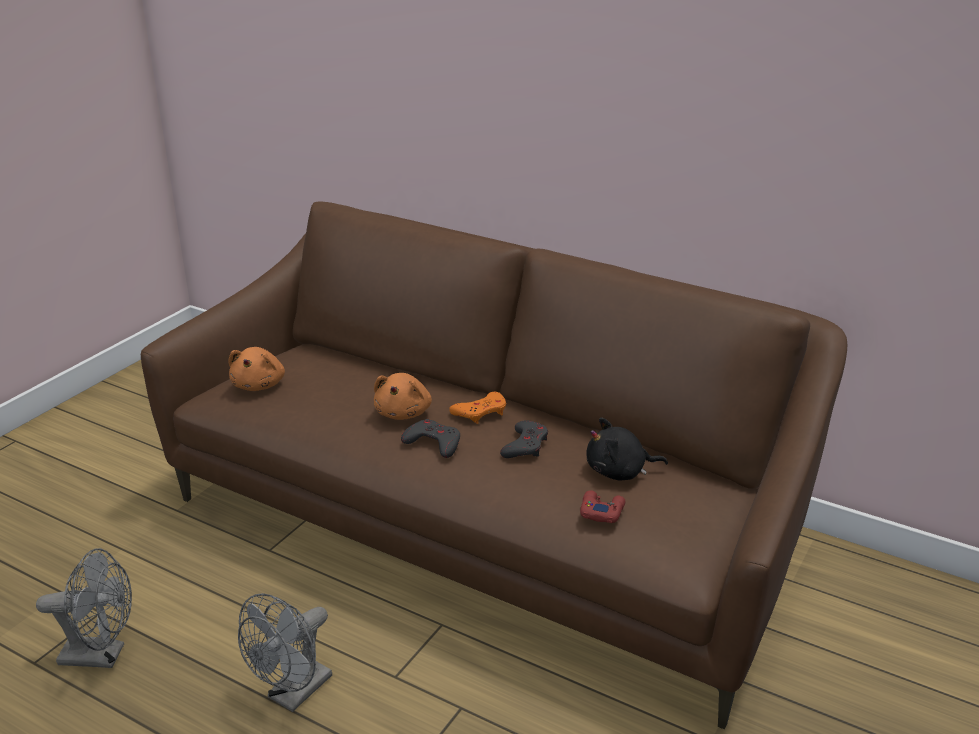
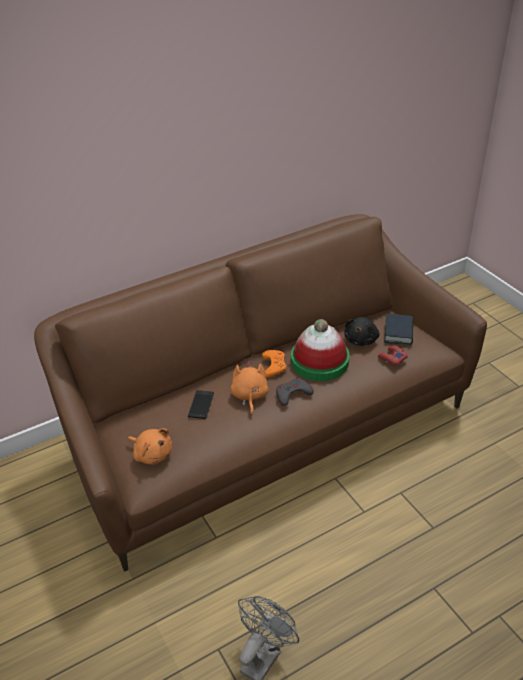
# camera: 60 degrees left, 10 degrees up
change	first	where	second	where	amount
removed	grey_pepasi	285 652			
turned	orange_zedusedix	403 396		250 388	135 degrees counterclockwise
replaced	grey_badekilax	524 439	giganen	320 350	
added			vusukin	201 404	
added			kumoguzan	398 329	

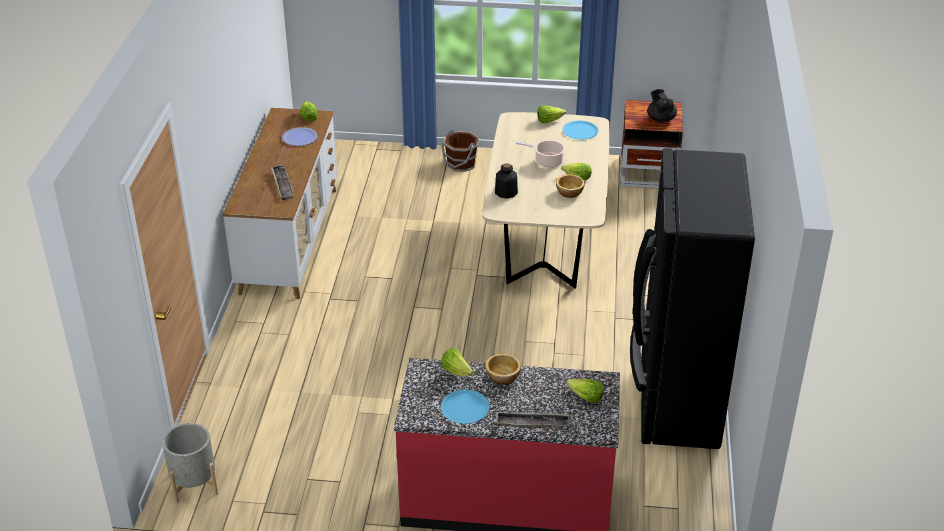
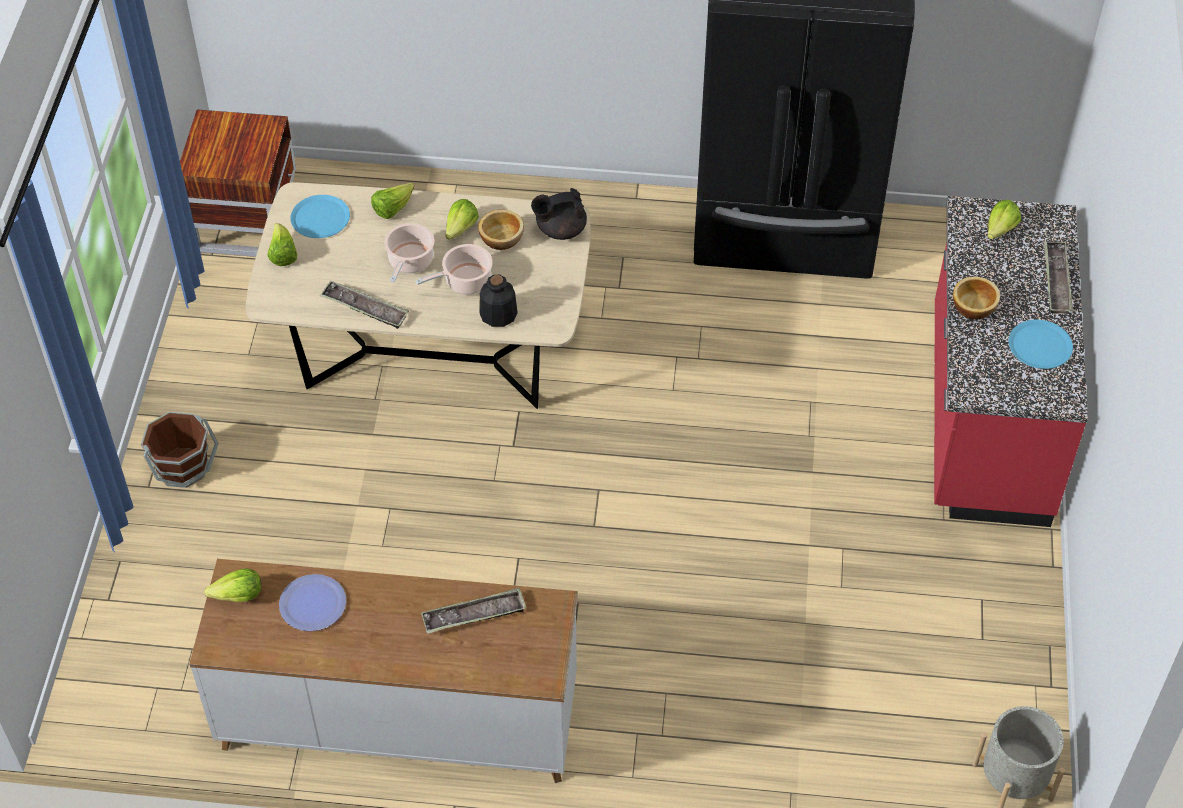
# camera: 90 degrees left, 15 degrees up
change	first	where	second	where	amount
moved	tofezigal	457 362		392 200	
moved	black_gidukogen	662 106		559 214	
added			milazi	364 304	
added			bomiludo	454 269	

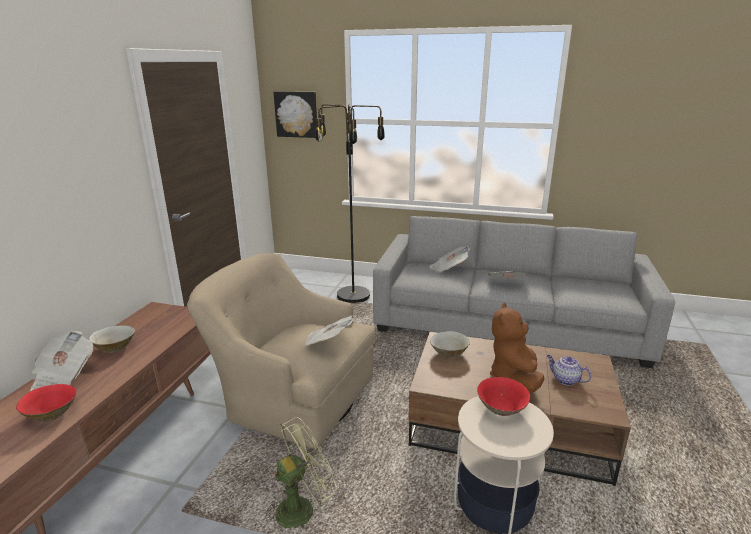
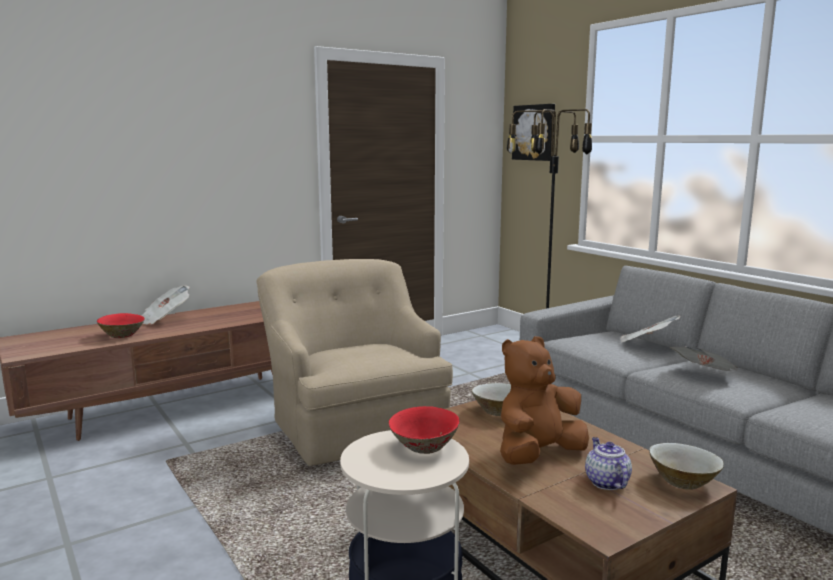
# camera: 40 degrees right, 10 degrees down
change	first	where	second	where	amount
moved	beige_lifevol	112 339		686 466	
removed	green_pepasi	301 473			
removed	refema	328 331			

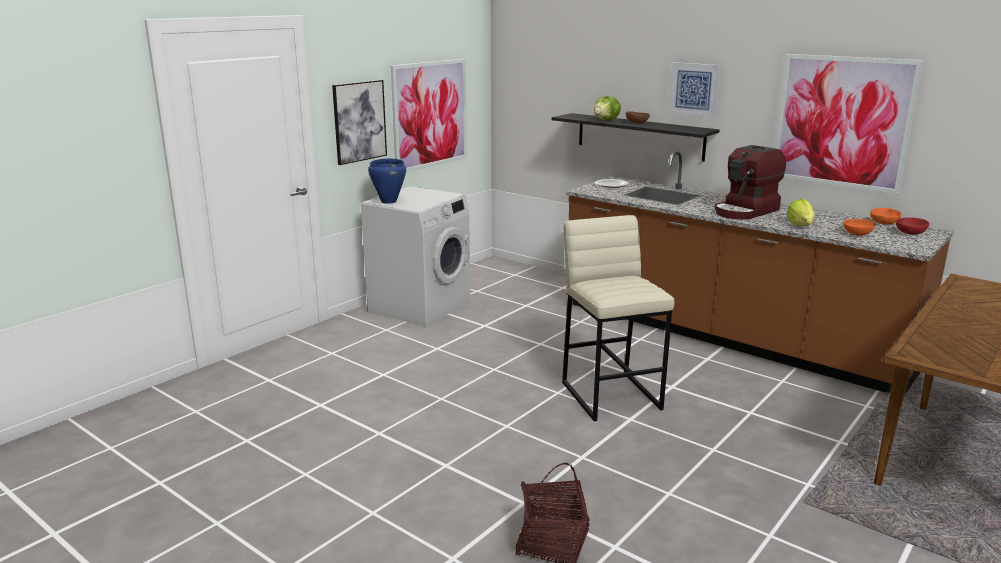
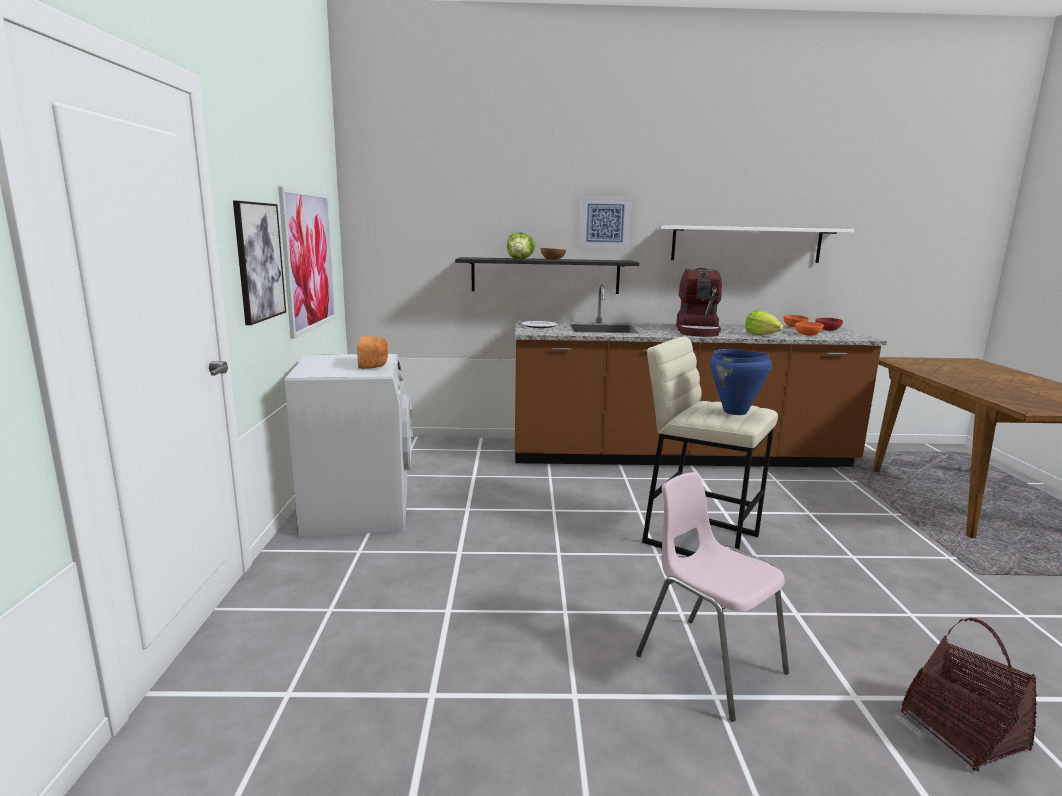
# camera: 40 degrees left, 5 degrees down
change	first	where	second	where	amount
moved	blue_bomiludo	387 181		741 382	
replaced	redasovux	849 124	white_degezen	757 244	
added			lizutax	372 352	
added			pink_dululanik	712 597	

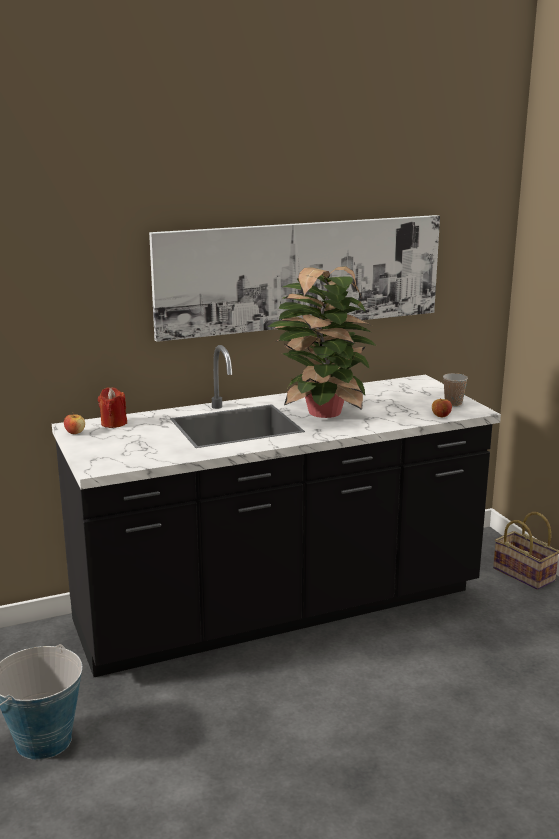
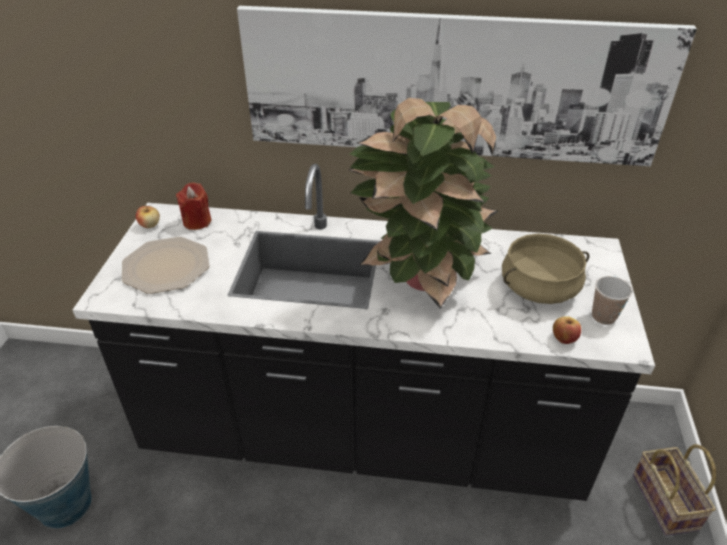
# camera: 30 degrees right, 20 degrees up
change	first	where	second	where	amount
added			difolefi	165 265	
added			beige_bomiludo	545 269	

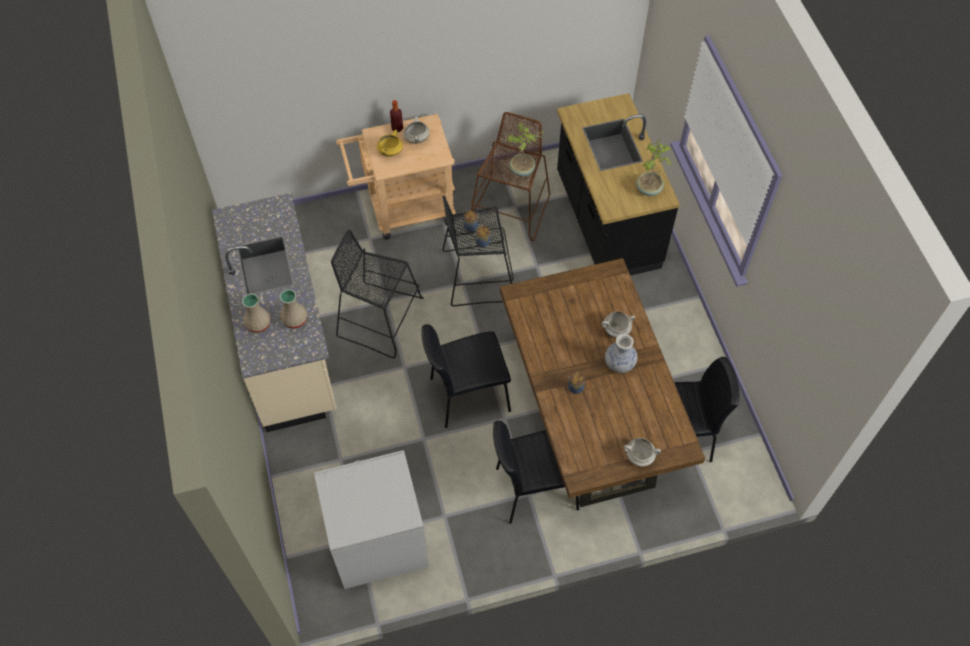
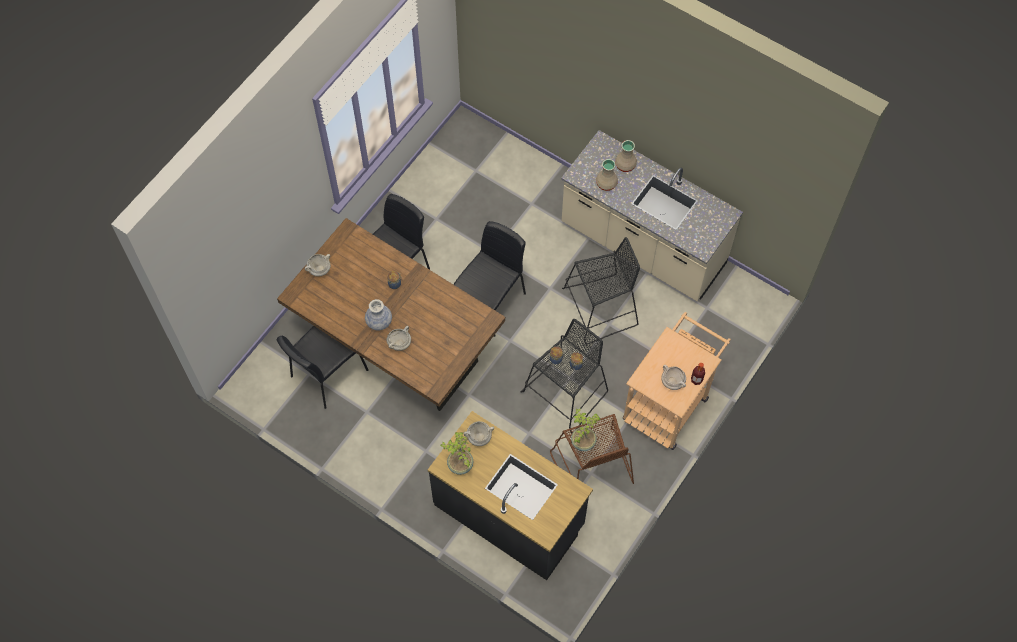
# camera: 140 degrees right, 5 degrees up
change	first	where	second	where	amount
removed	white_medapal	371 519			
removed	yellow_bomiludo	390 143			
added			white_bomiludo	479 433	

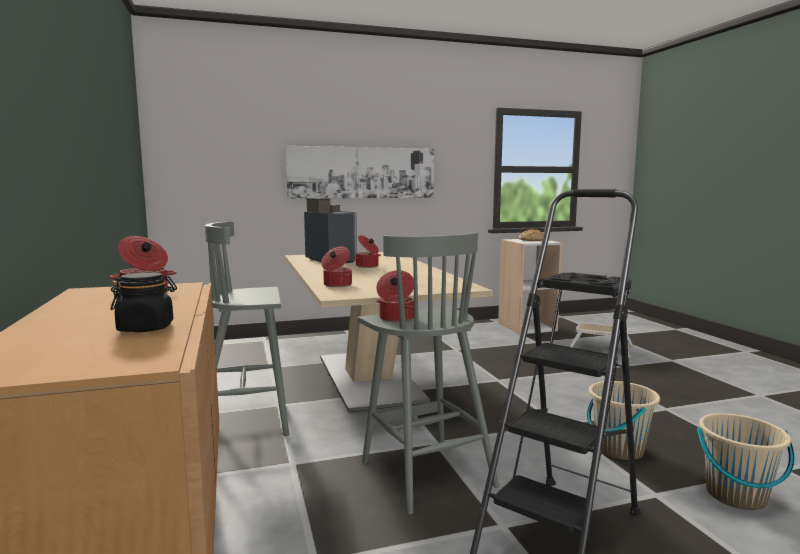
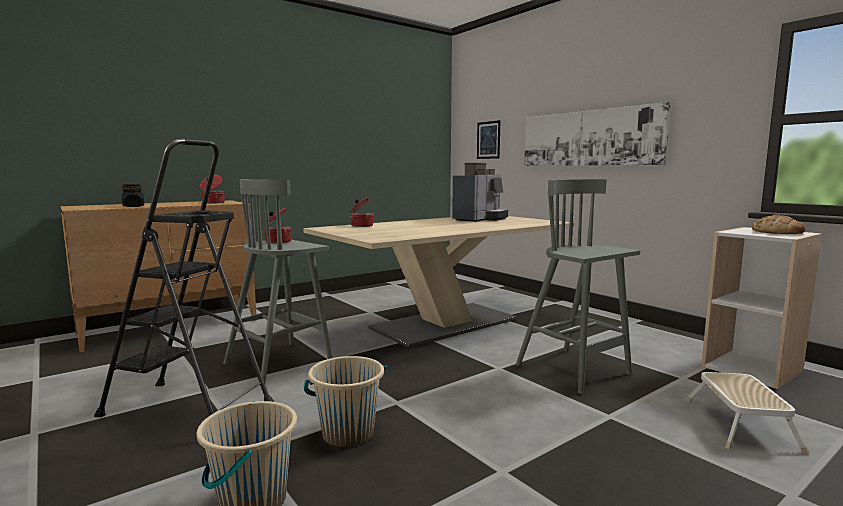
# camera: 70 degrees right, 0 degrees up
change	first	where	second	where	amount
moved	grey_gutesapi	247 329		578 286	
removed	bomiludo	367 251			
added			redasovux	489 139	

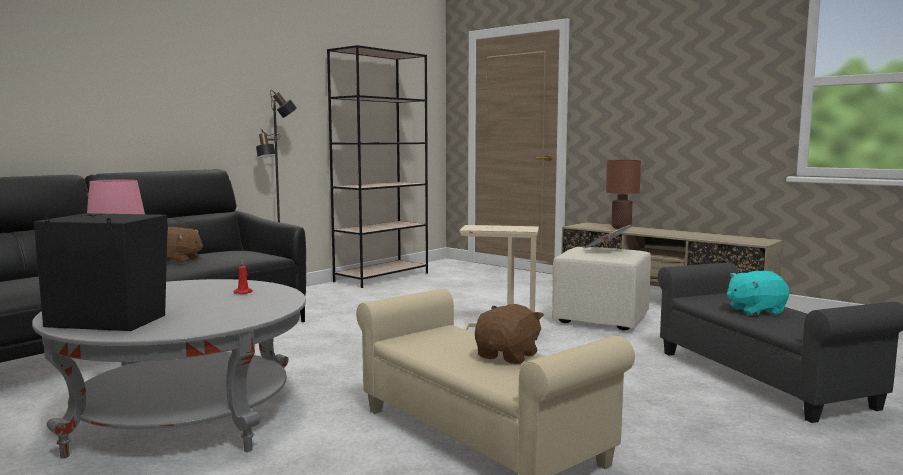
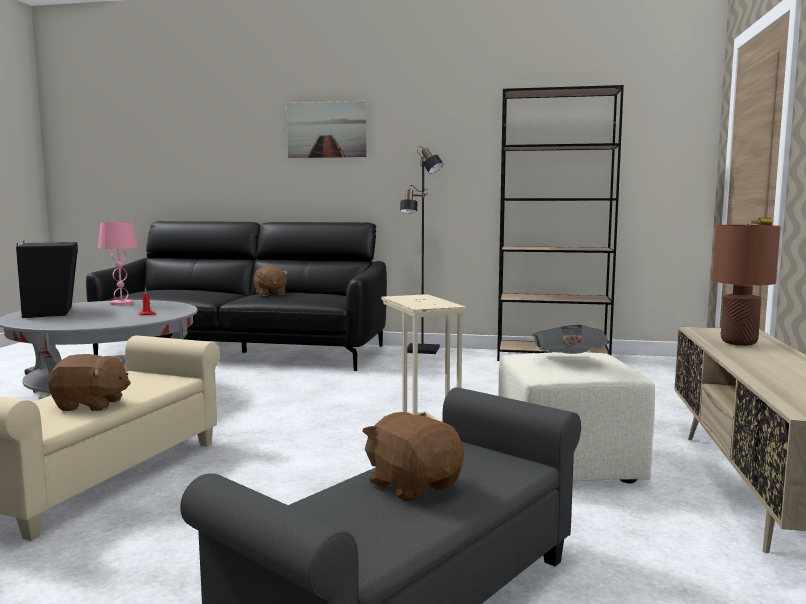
# camera: 60 degrees right, 0 degrees up
change	first	where	second	where	amount
recoloured	turquoise_zedusedix	758 293	brown_zedusedix	413 456	
added			redasovux	327 129	

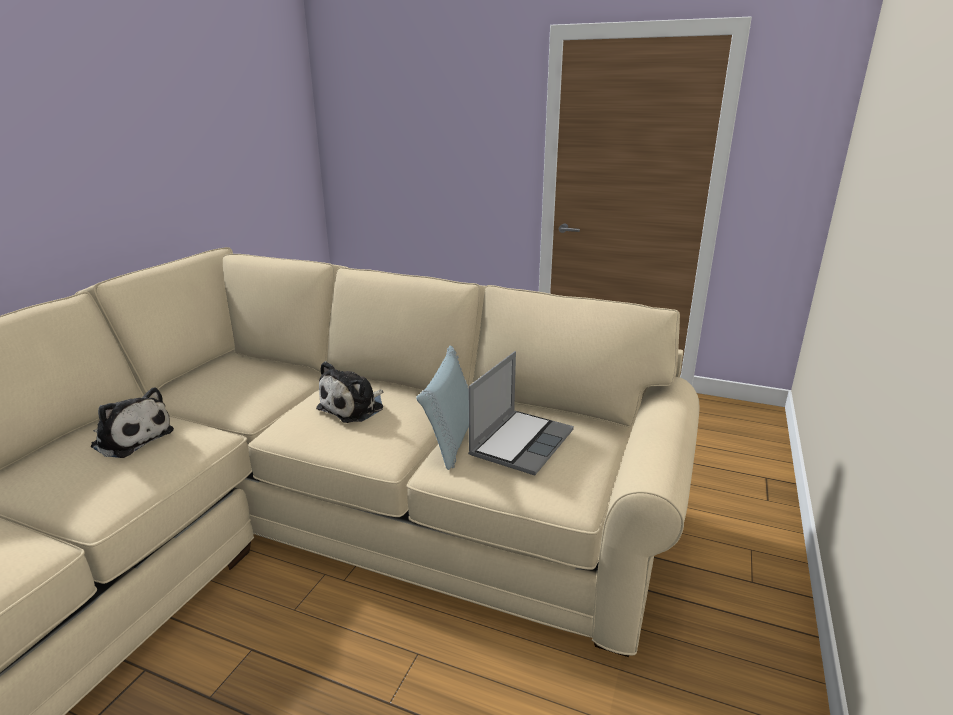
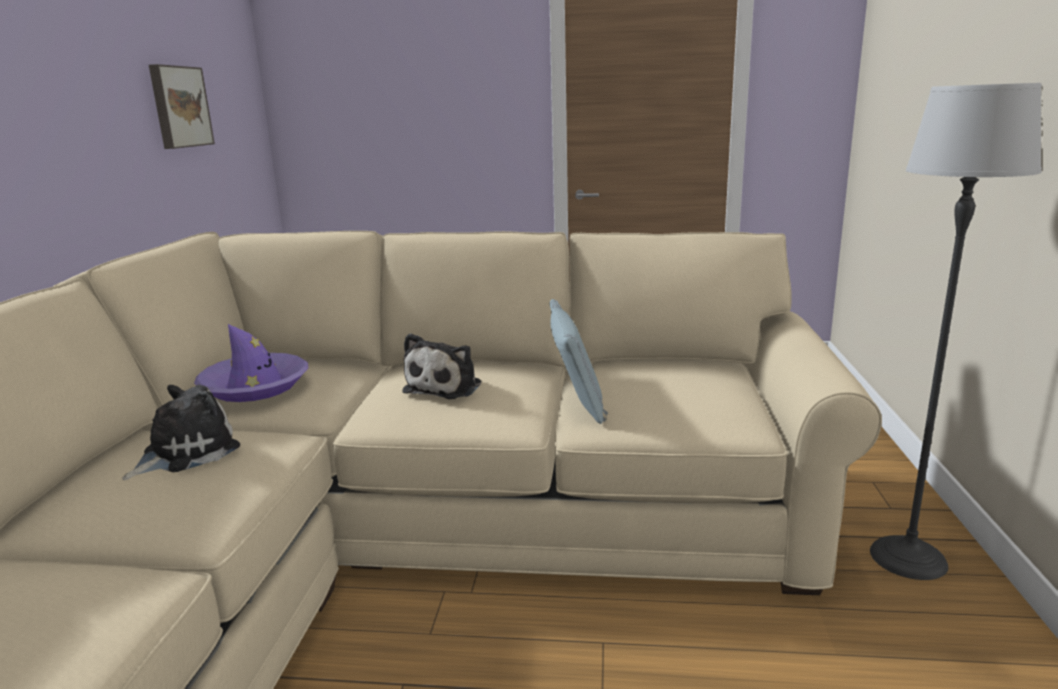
# camera: 15 degrees left, 5 degrees down
change	first	where	second	where	amount
turned	zedusedix	132 423		181 432	60 degrees counterclockwise
removed	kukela	521 413			
added			redasovux	182 106	
added			purple_giganen	251 363	
added			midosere	956 331	

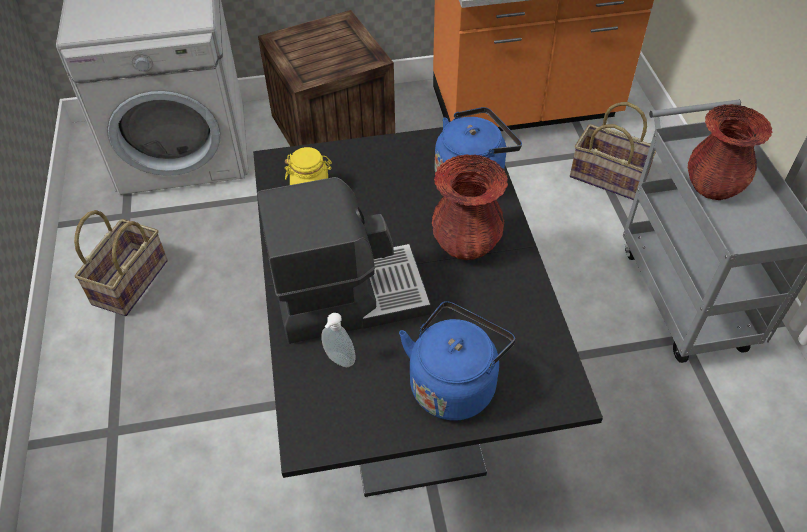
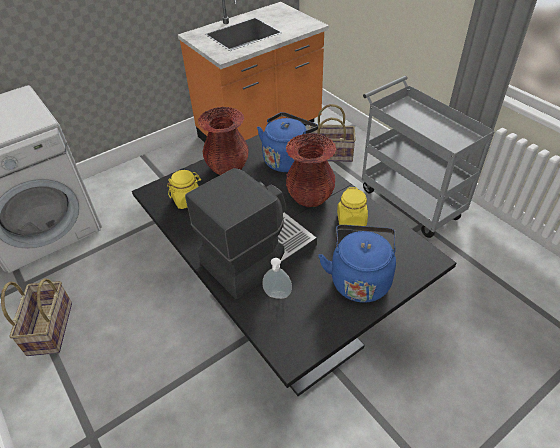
# camera: 25 degrees left, 5 degrees down
change	first	where	second	where	amount
removed	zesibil	326 78			
moved	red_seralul	729 152		223 141	
added			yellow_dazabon	352 206	

